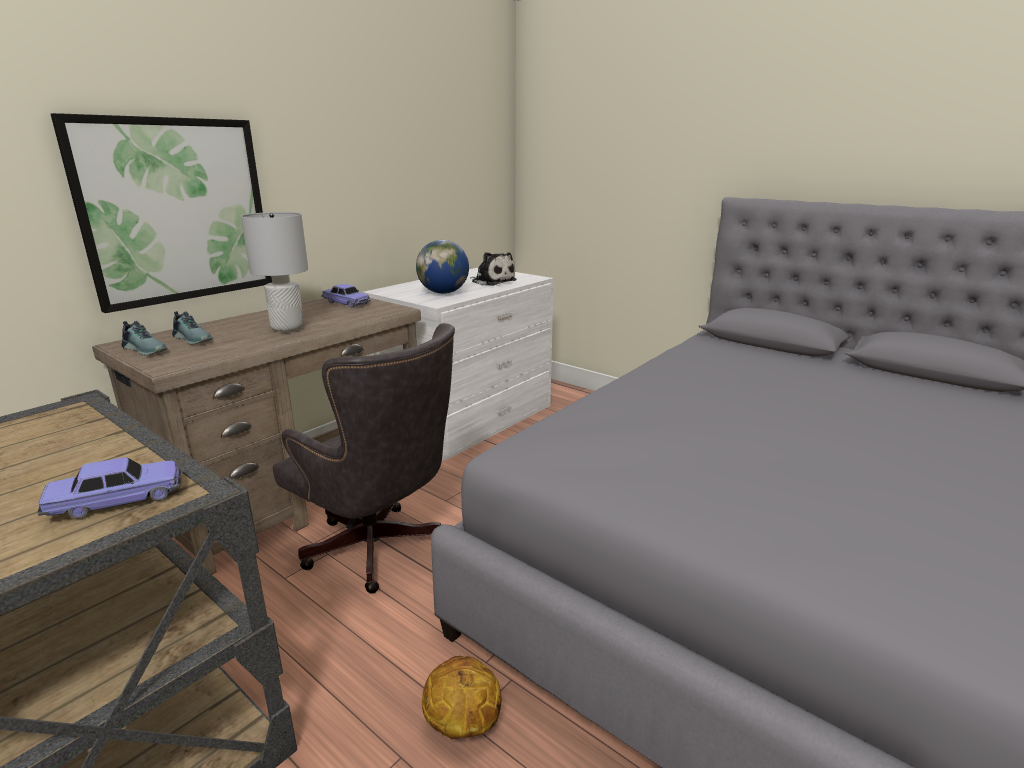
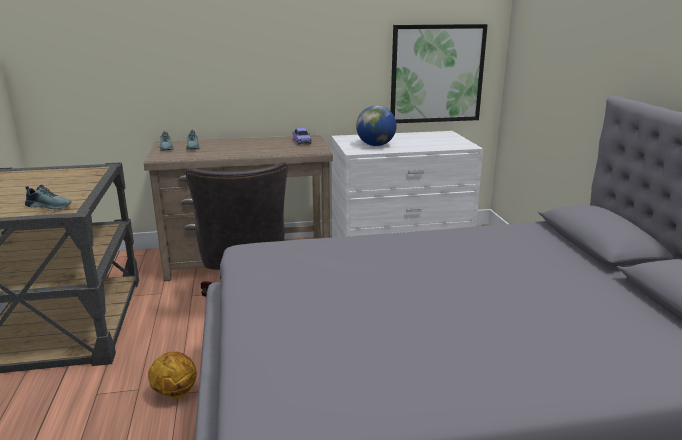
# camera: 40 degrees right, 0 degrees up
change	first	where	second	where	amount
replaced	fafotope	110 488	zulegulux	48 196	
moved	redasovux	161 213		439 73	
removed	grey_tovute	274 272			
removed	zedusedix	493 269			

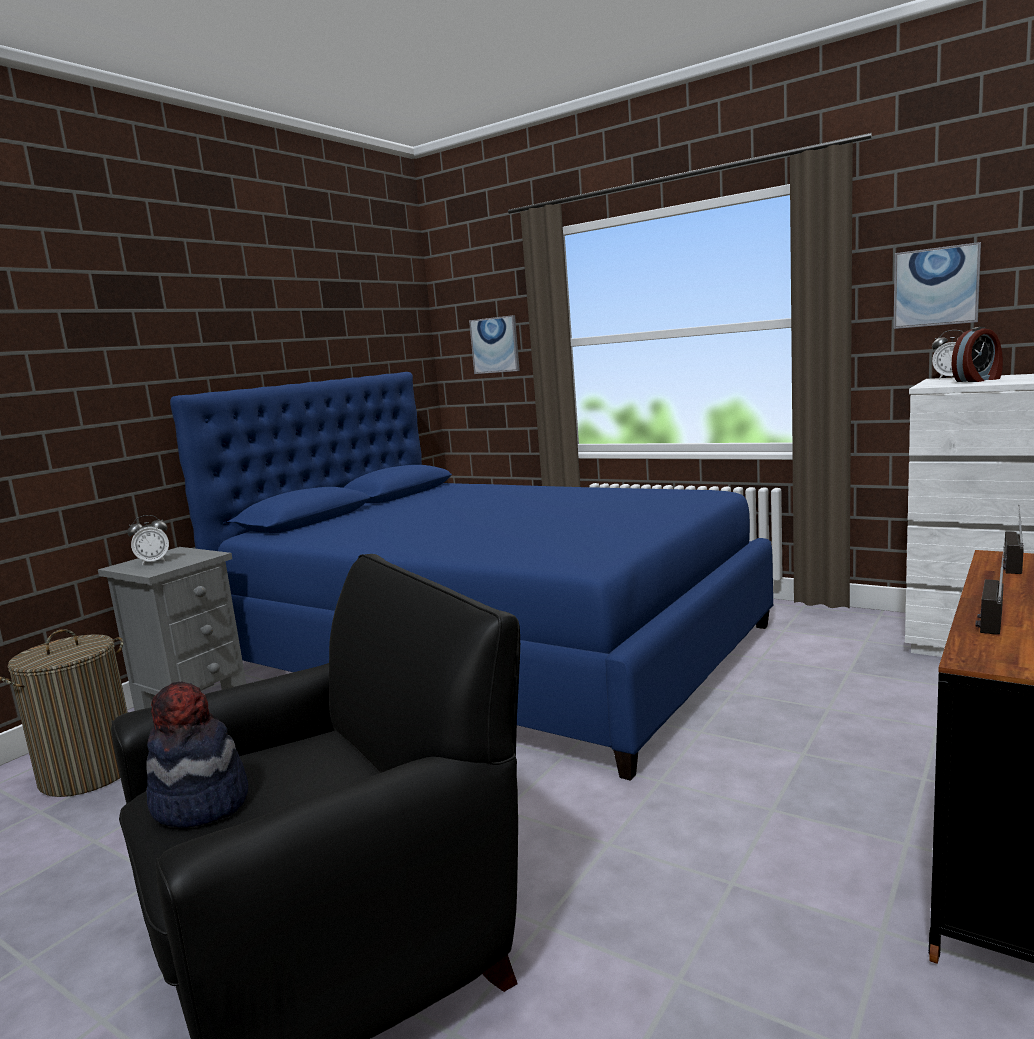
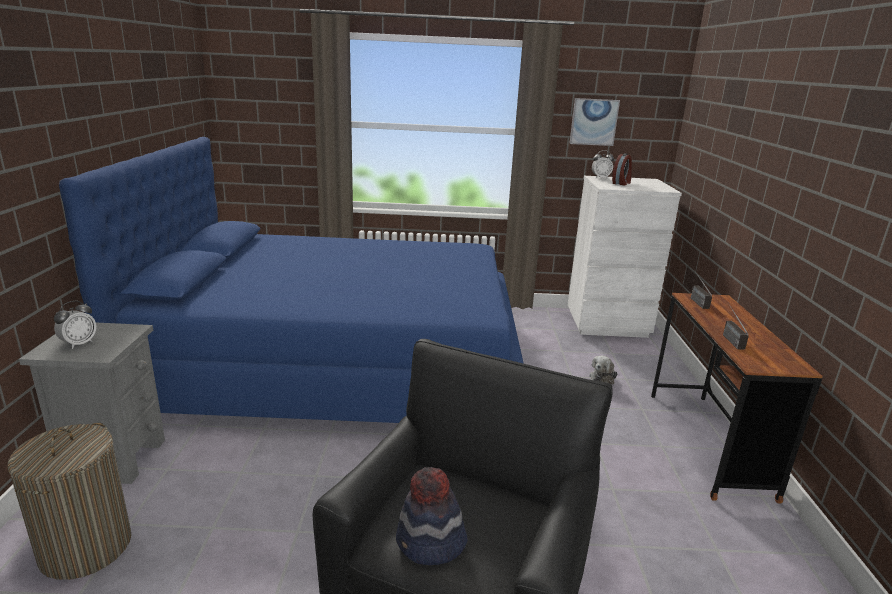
# camera: 35 degrees left, 10 degrees up
change	first	where	second	where	amount
removed	redasovux	494 344			
added			zedusedix	603 370	

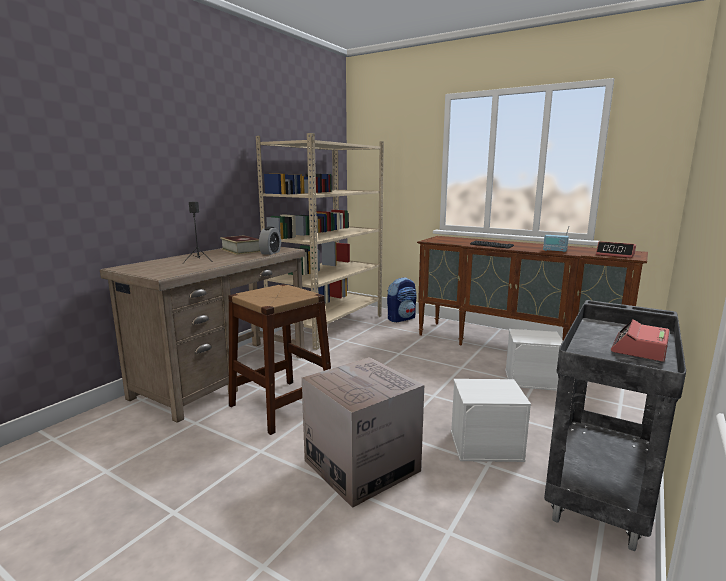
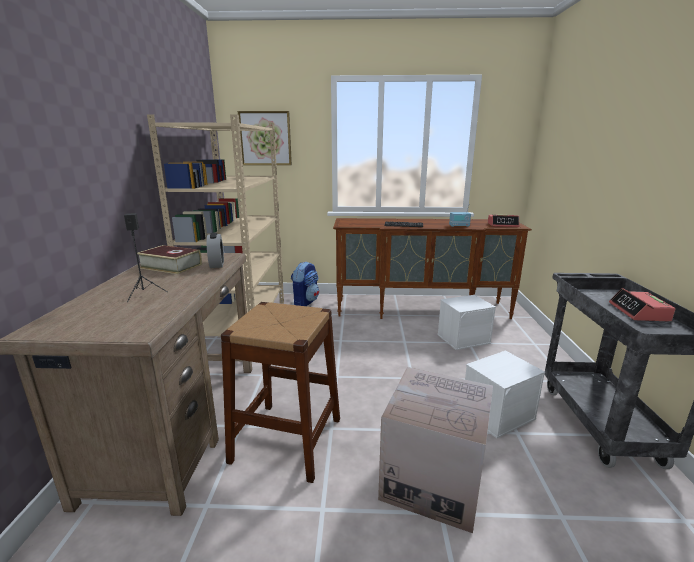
# camera: 30 degrees left, 5 degrees up
change	first	where	second	where	amount
added			redasovux	265 138	

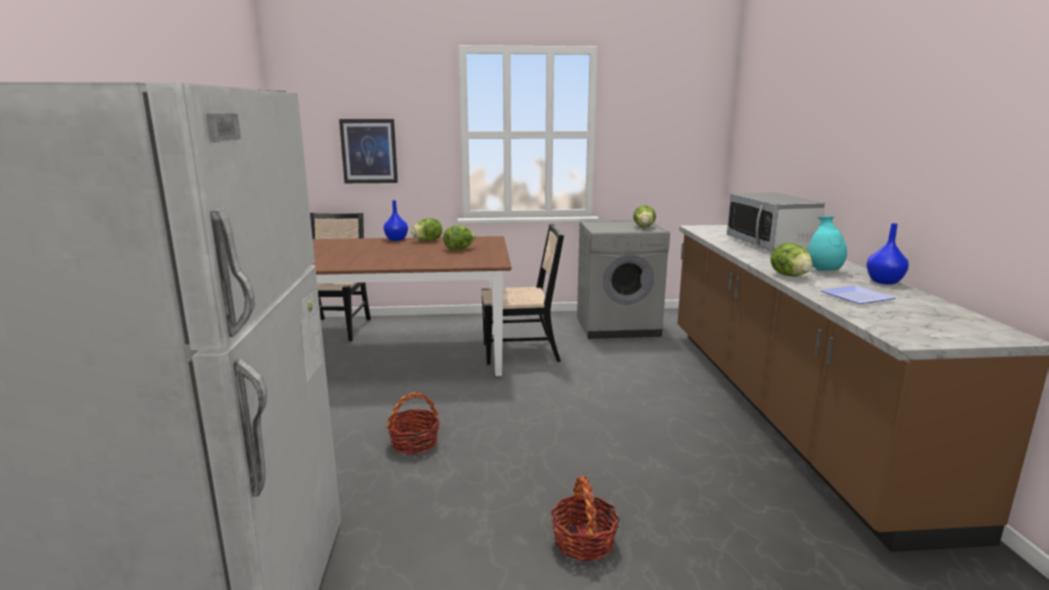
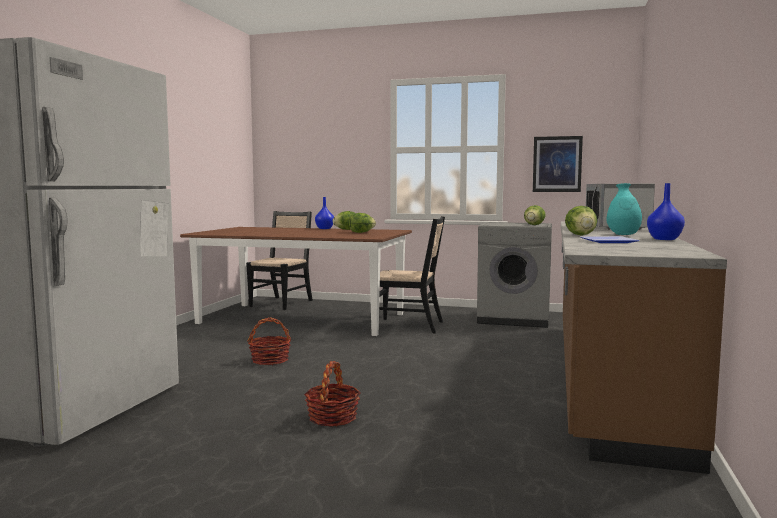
# camera: 20 degrees right, 10 degrees down
change	first	where	second	where	amount
moved	redasovux	368 151		558 164	

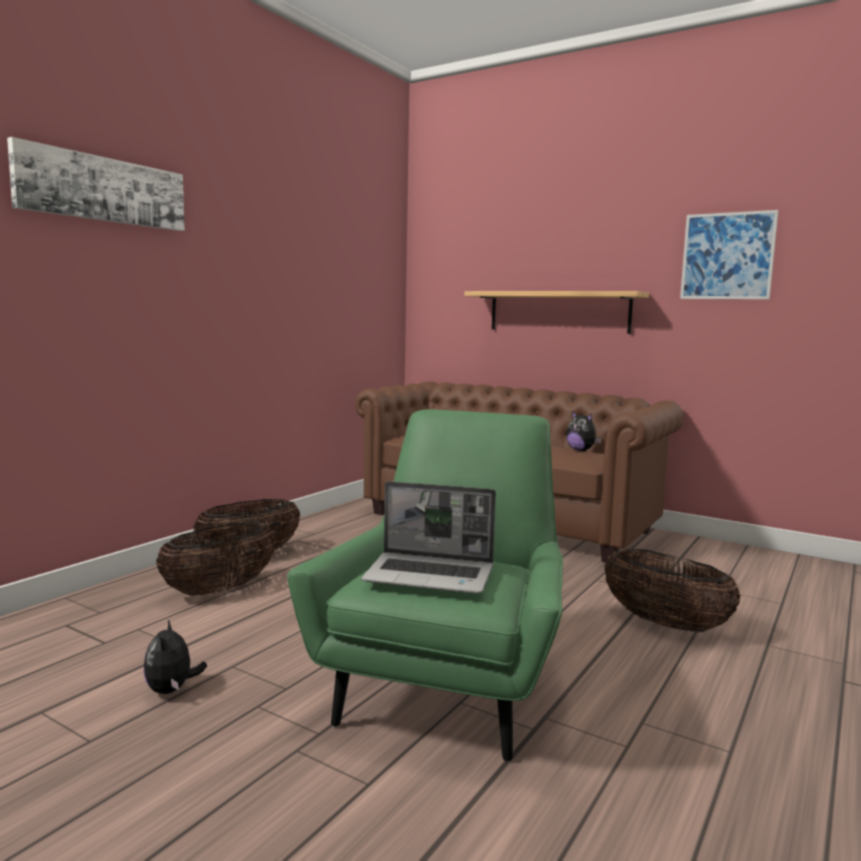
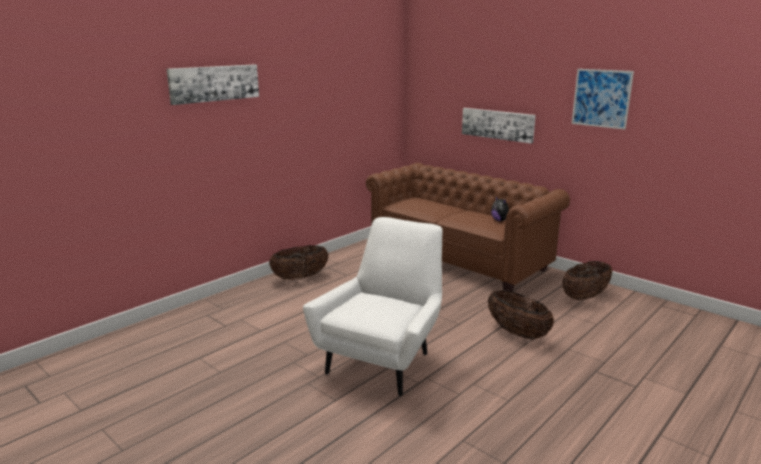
# camera: 10 degrees right, 10 degrees up
change	first	where	second	where	amount
removed	zedusedix	175 657			
moved	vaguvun	216 558		587 280	
recoloured	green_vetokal	425 585	white_vetokal	373 306	
removed	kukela	428 537			
replaced	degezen	556 312	redasovux	499 126	

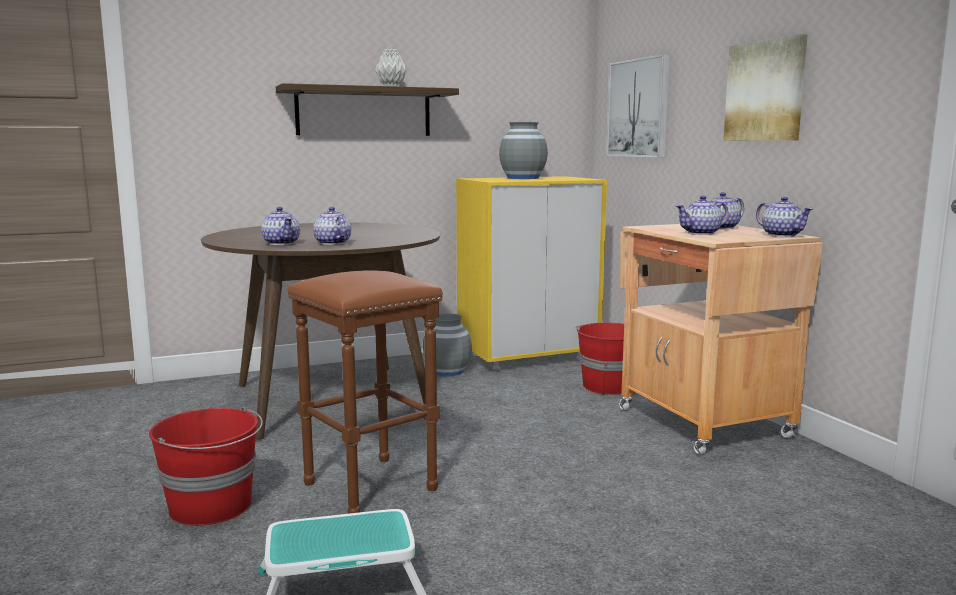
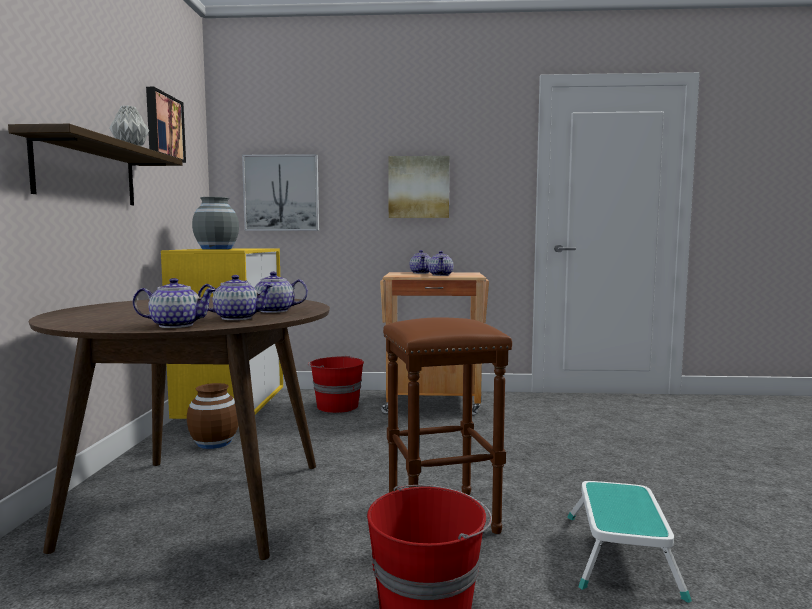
# camera: 65 degrees left, 5 degrees down
change	first	where	second	where	amount
recoloured	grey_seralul	447 344	brown_seralul	212 416	
moved	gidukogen	784 217		174 303	
added			redasovux	166 125	

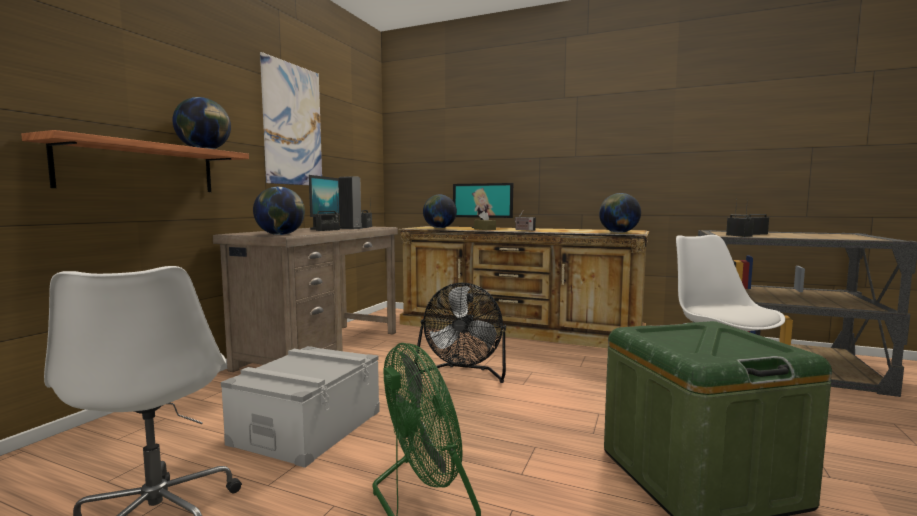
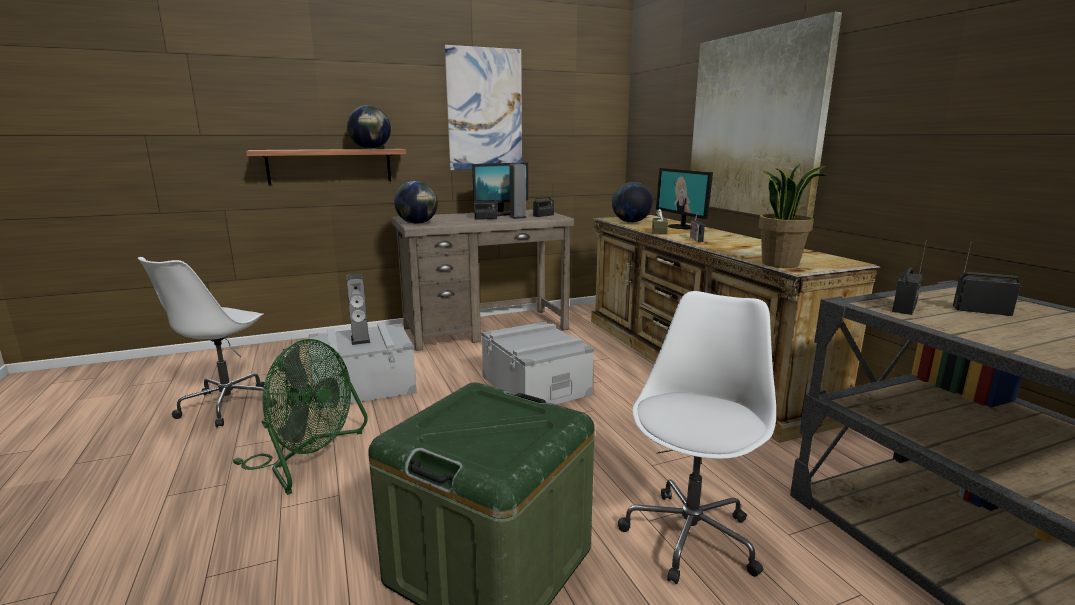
# camera: 45 degrees right, 10 degrees up
change	first	where	second	where	amount
replaced	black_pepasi	460 333	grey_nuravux	537 363	
replaced	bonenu	620 213	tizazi	792 216	
added			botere	358 309	
added			redasovux	766 115	

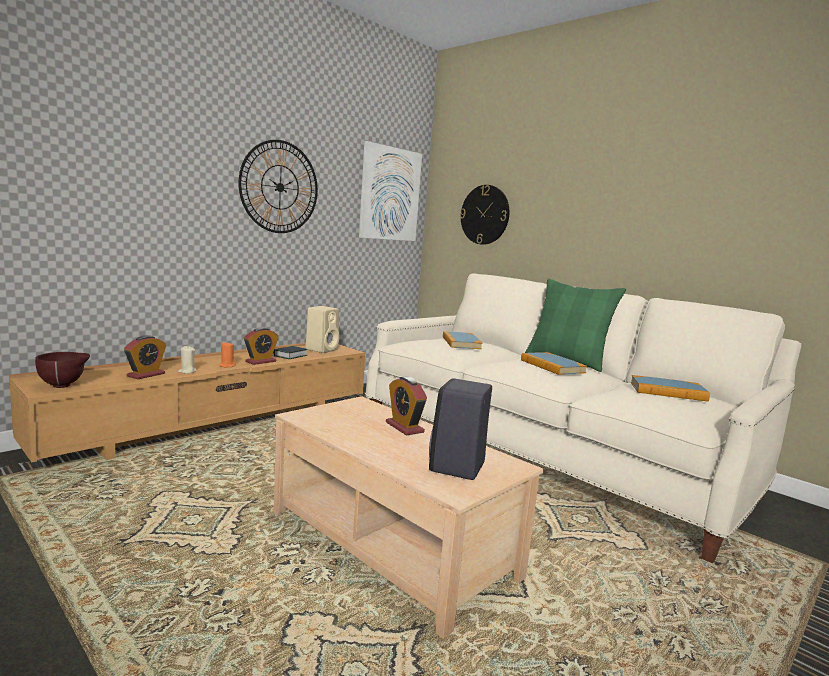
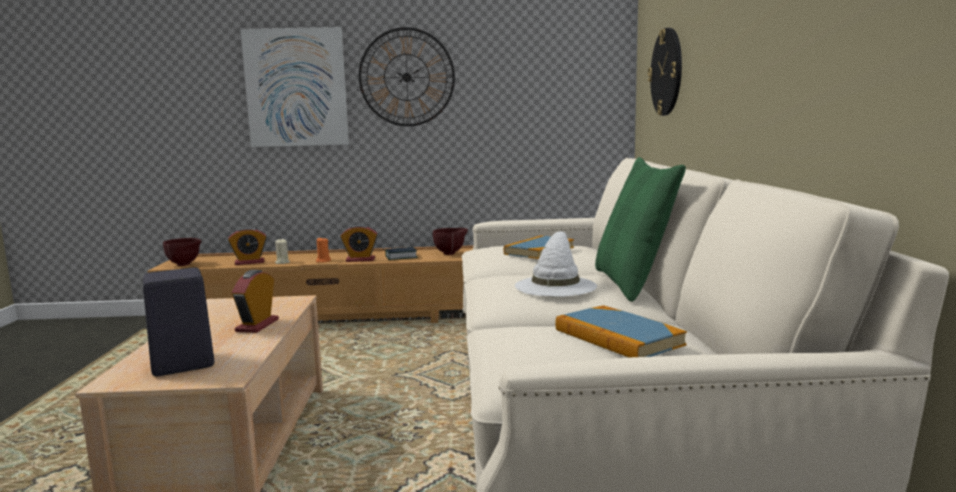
# camera: 45 degrees right, 0 degrees up
change	first	where	second	where	amount
replaced	beige_botere	322 329	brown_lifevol	450 241	
moved	redasovux	390 191		294 87	
replaced	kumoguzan	554 363	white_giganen	556 264	

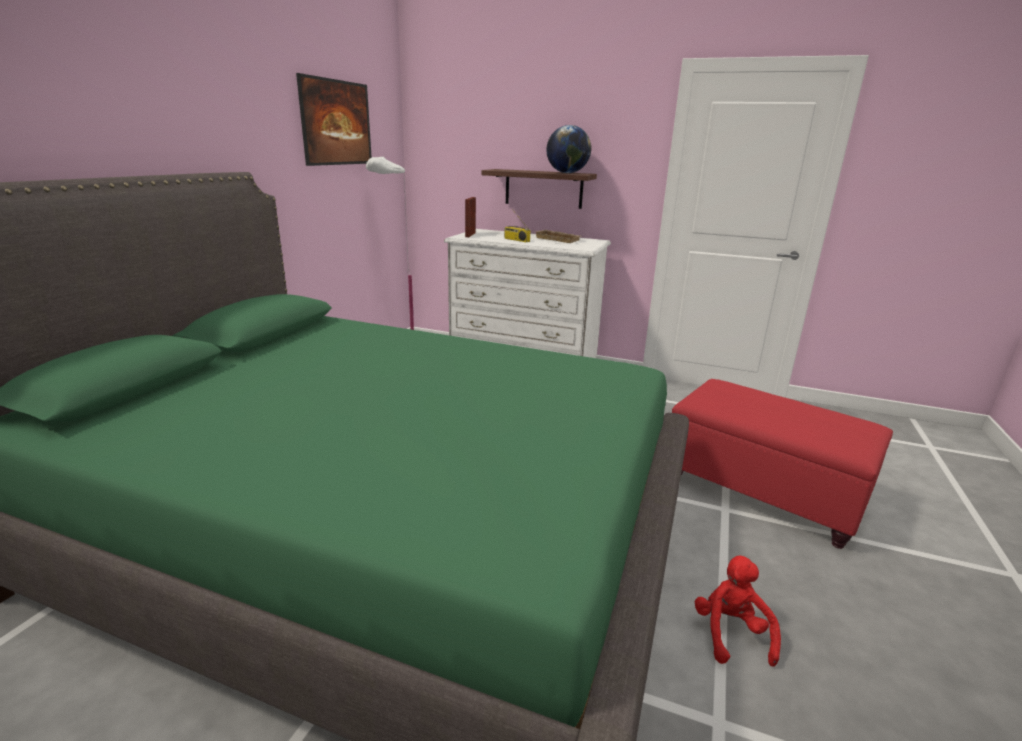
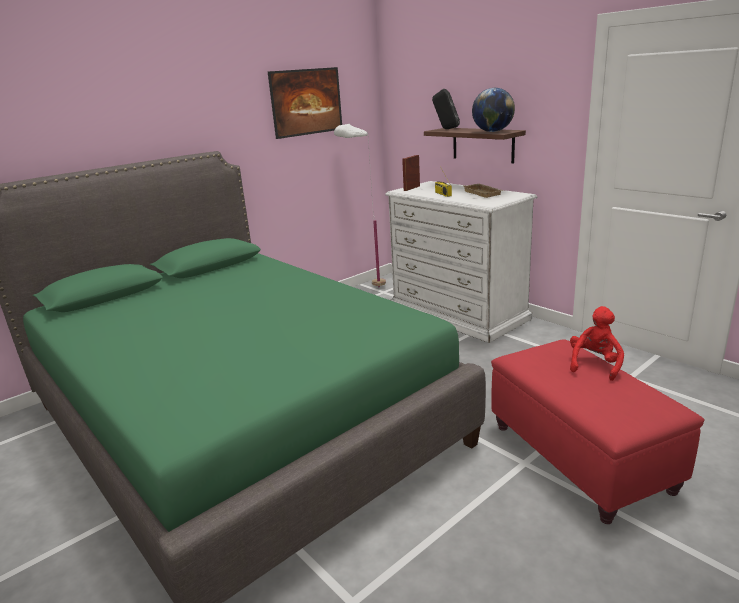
# camera: 30 degrees right, 0 degrees up
change	first	where	second	where	amount
moved	red_zedusedix	738 611		597 343	
added			black_botere	446 109	

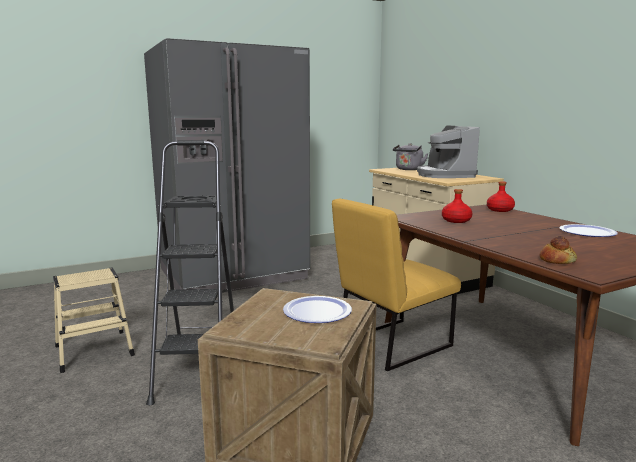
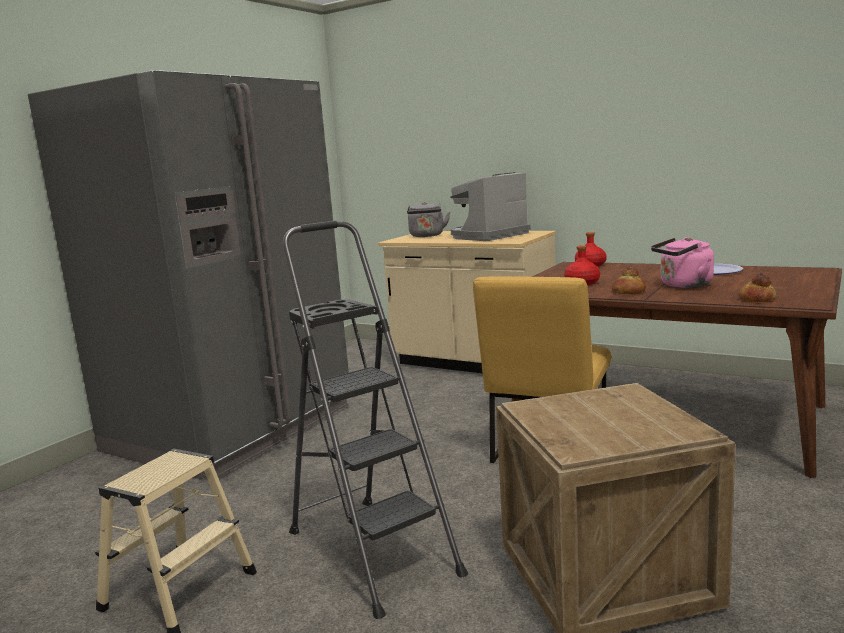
# camera: 30 degrees left, 0 degrees up
change	first	where	second	where	amount
removed	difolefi	317 309			
turned	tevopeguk	448 151		490 206	90 degrees clockwise
added			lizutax	629 280	
added			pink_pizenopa	682 262	

